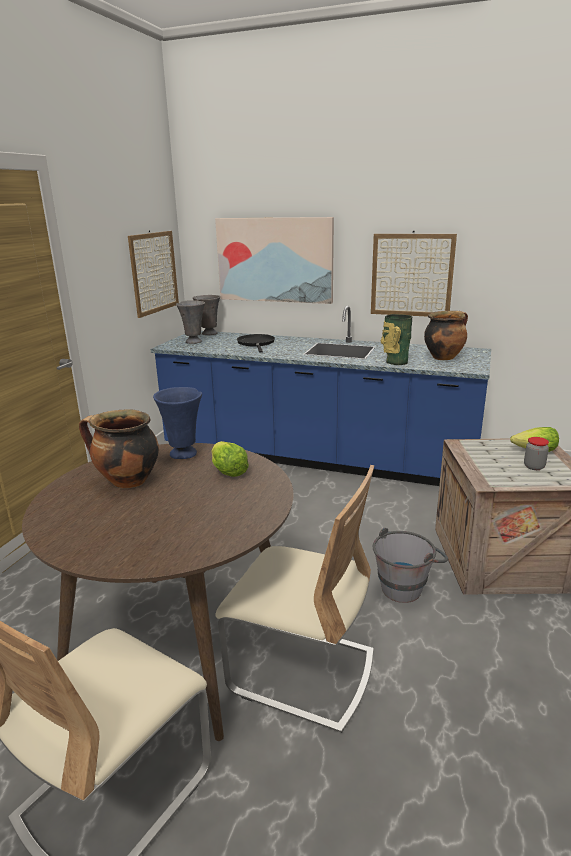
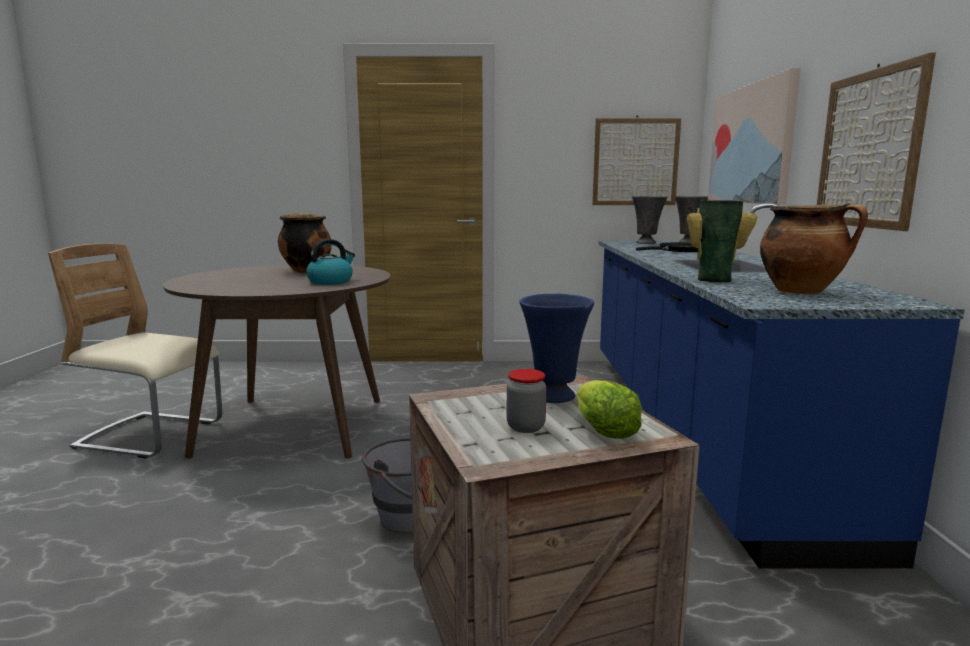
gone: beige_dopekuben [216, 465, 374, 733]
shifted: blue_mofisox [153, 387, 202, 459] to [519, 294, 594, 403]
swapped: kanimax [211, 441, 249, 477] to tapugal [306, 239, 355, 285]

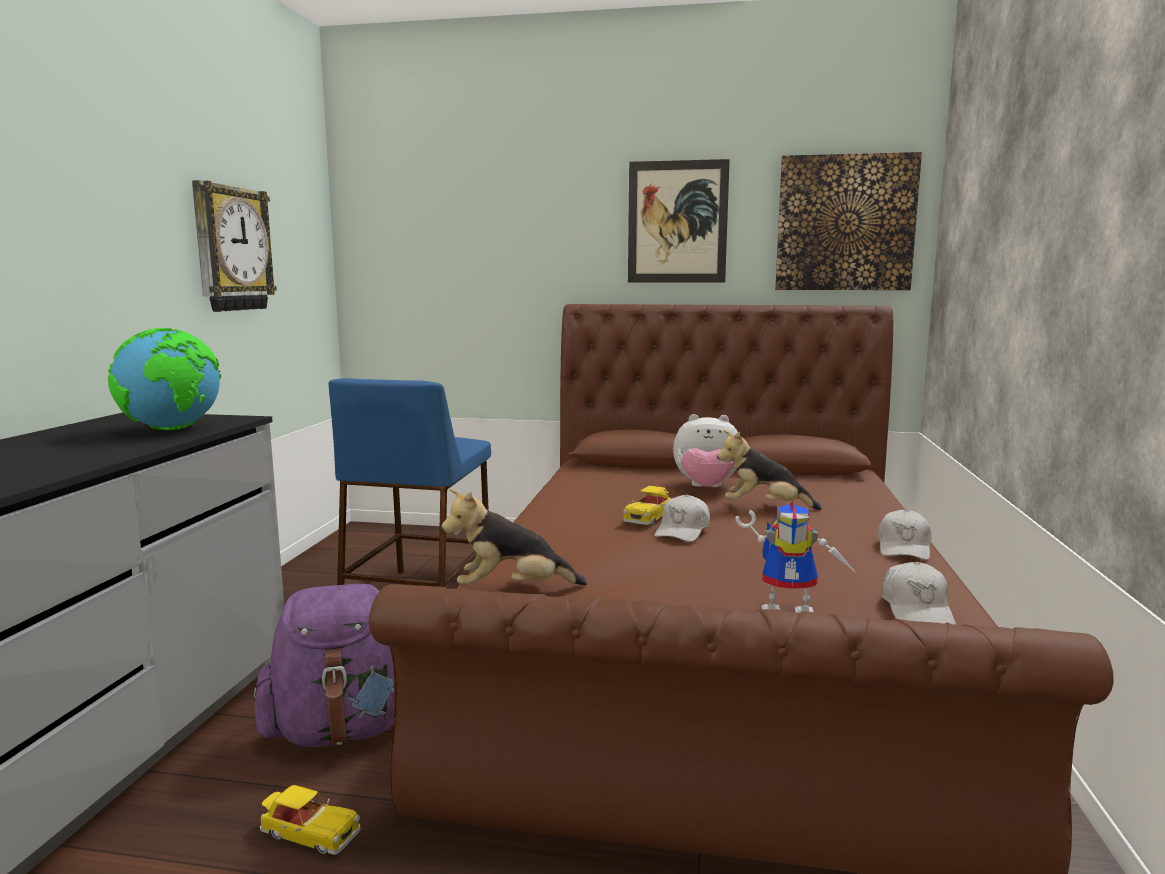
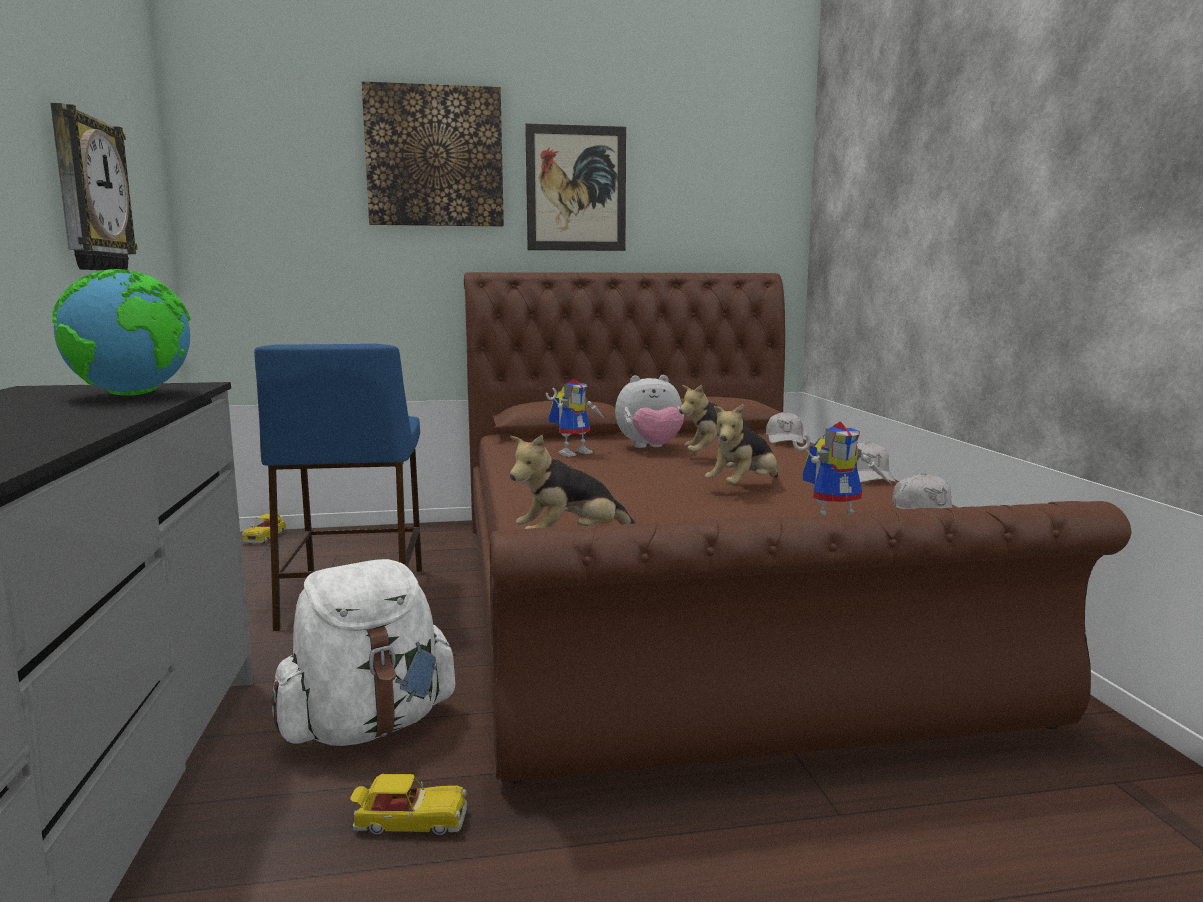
new: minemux [546, 379, 606, 457]; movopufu [705, 403, 778, 485]
shifted: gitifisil [623, 486, 671, 525] to [242, 513, 287, 543]; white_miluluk [654, 494, 710, 542] to [766, 411, 804, 444]; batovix [775, 152, 922, 290] to [362, 81, 504, 226]
repainted: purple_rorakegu [253, 584, 394, 747] to white_rorakegu [271, 559, 456, 746]

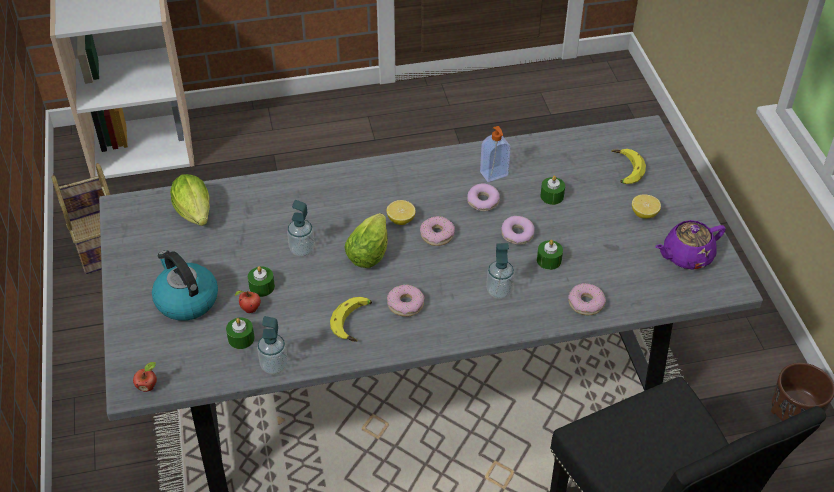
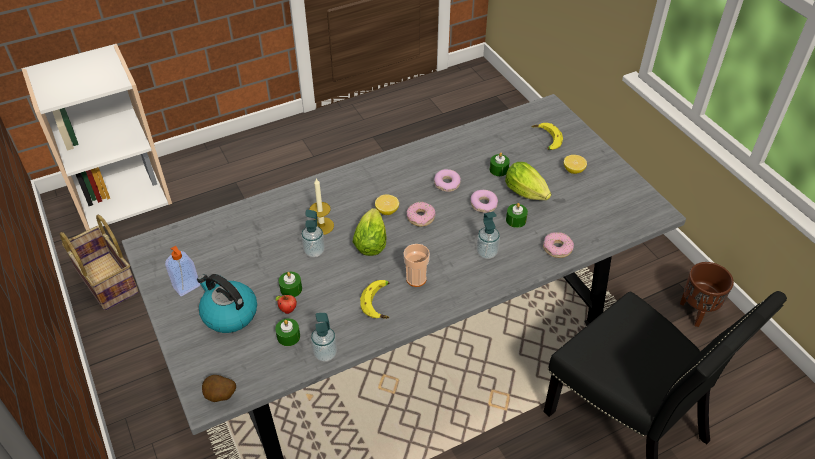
gone: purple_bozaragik [655, 220, 726, 270]
new: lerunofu [309, 178, 334, 235]
shifted: kanimax [170, 174, 210, 226] to [505, 162, 551, 200]; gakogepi [480, 126, 511, 182] to [165, 246, 200, 296]
swapped: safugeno [133, 362, 157, 392] to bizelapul [202, 375, 236, 402]; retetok [387, 284, 425, 317] to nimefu [404, 244, 430, 287]

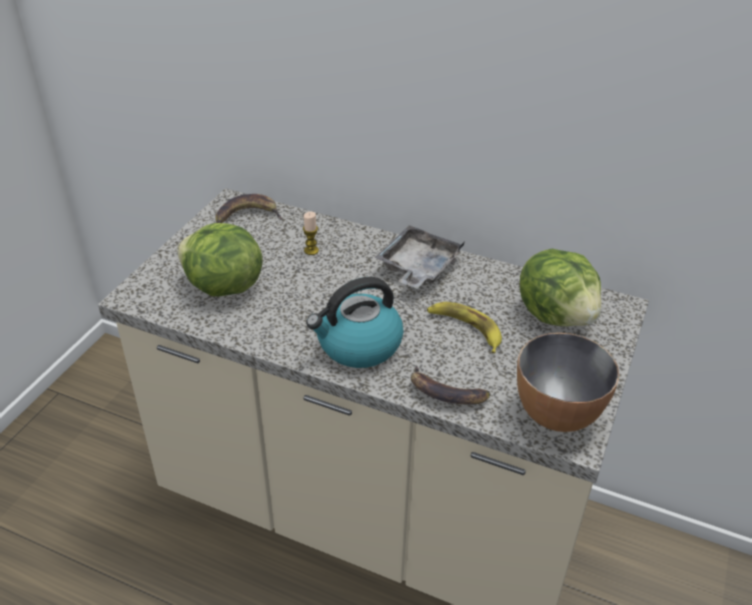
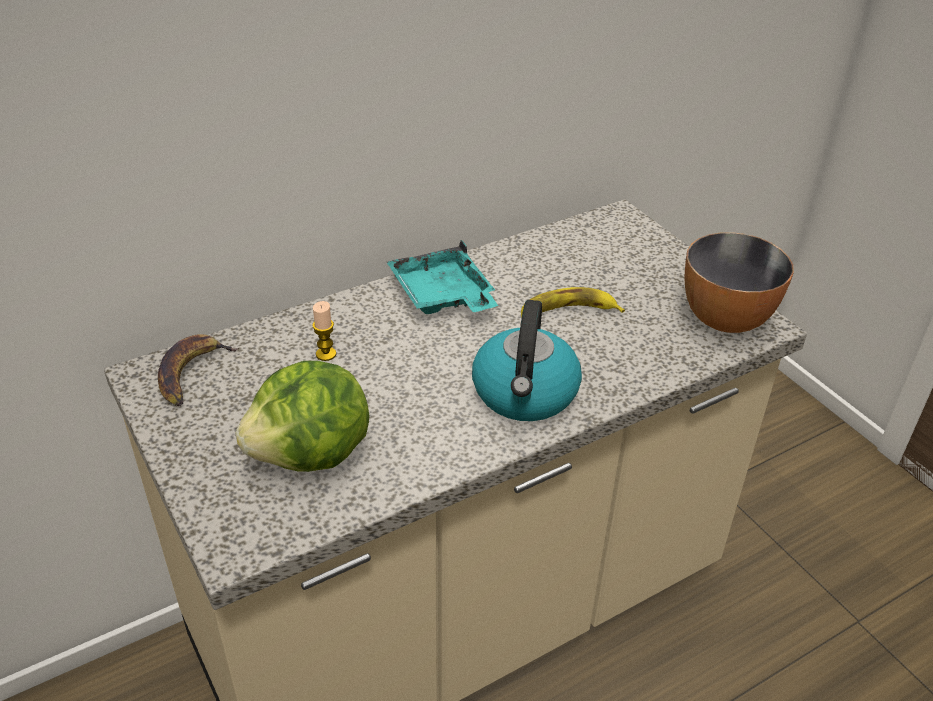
gone: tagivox [411, 365, 491, 404]; kanimax [520, 249, 601, 326]
repainted: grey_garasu [374, 225, 464, 289] to turquoise_garasu [387, 240, 499, 314]

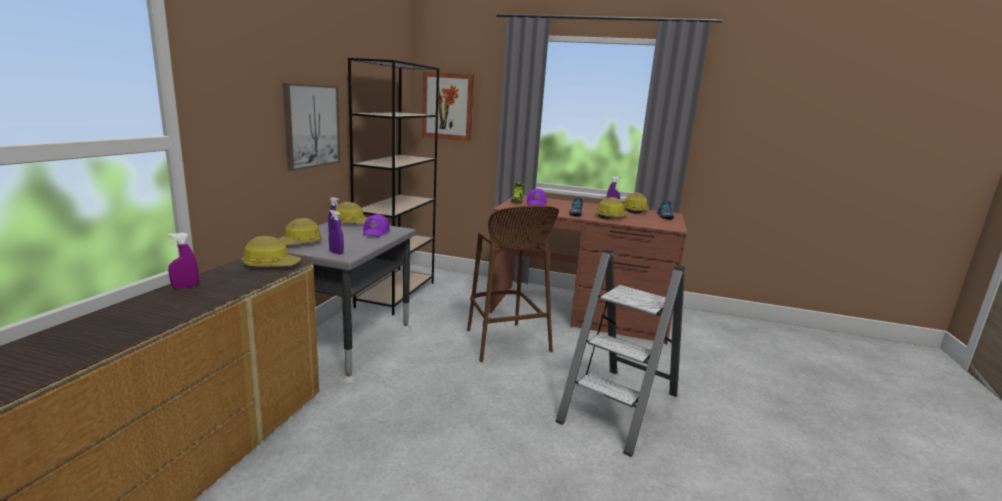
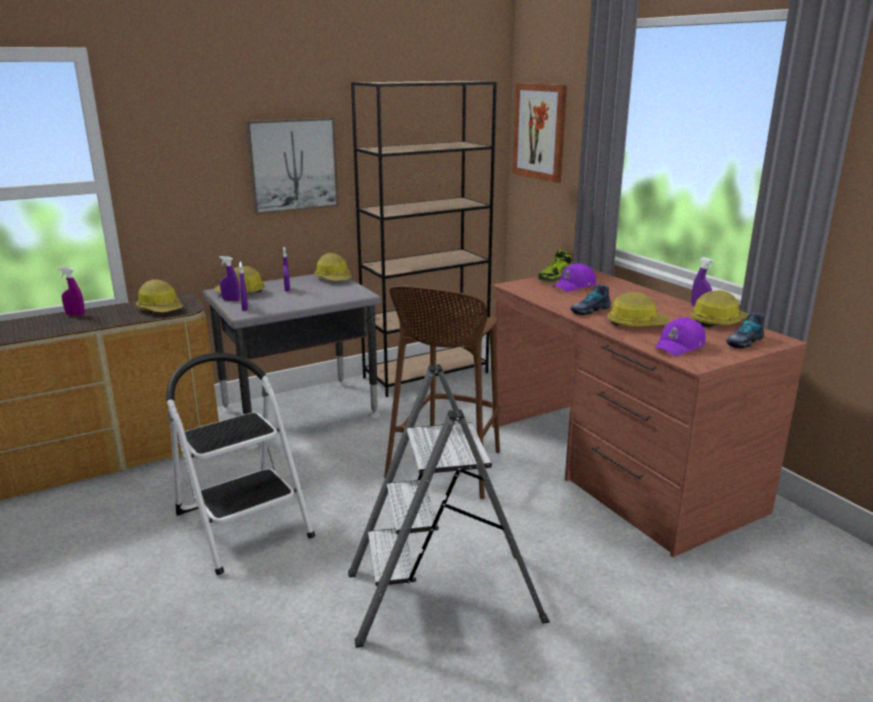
new: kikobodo [166, 353, 315, 575]; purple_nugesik [219, 256, 240, 301]
shifted: purple_miluluk [363, 214, 390, 237] to [654, 318, 705, 356]

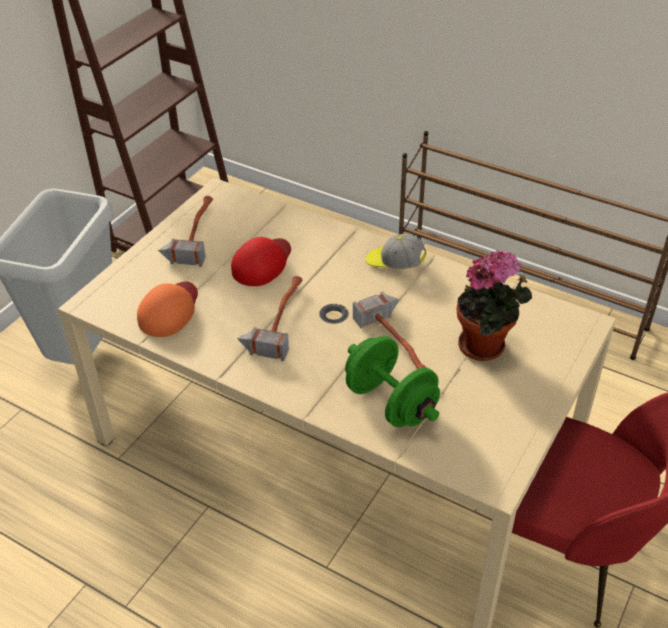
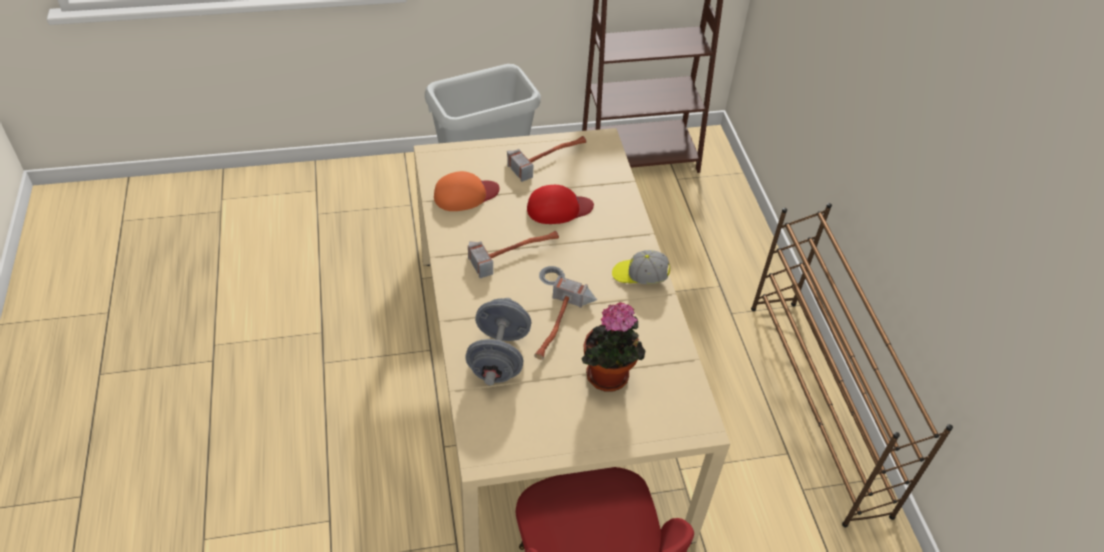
repainted: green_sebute [345, 336, 440, 427] to grey_sebute [465, 298, 531, 385]
rotated: miluluk [365, 234, 426, 269] = [612, 250, 670, 284] 60 degrees counterclockwise

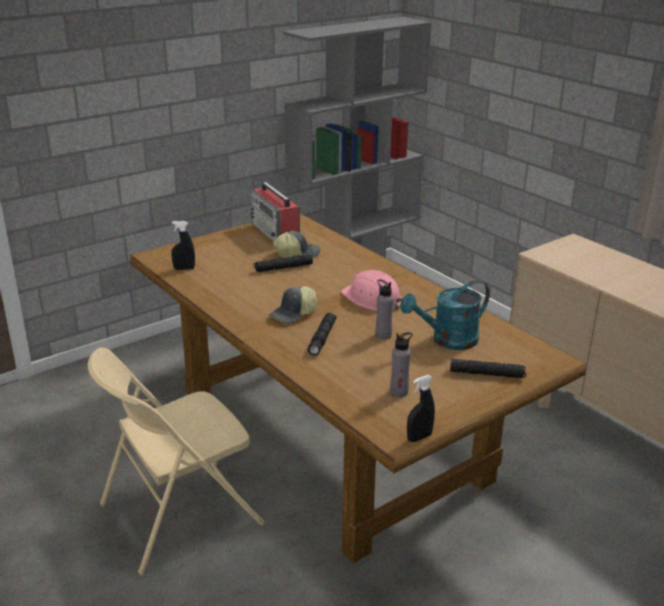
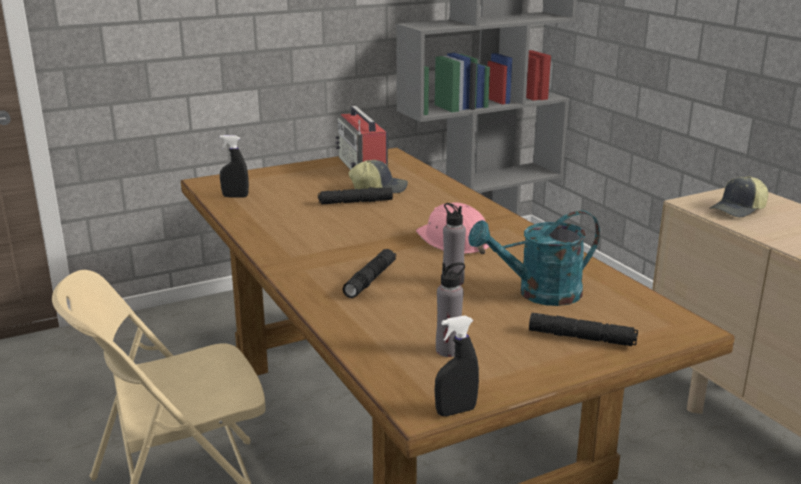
shifted: miluluk [269, 286, 317, 324] to [709, 176, 768, 218]

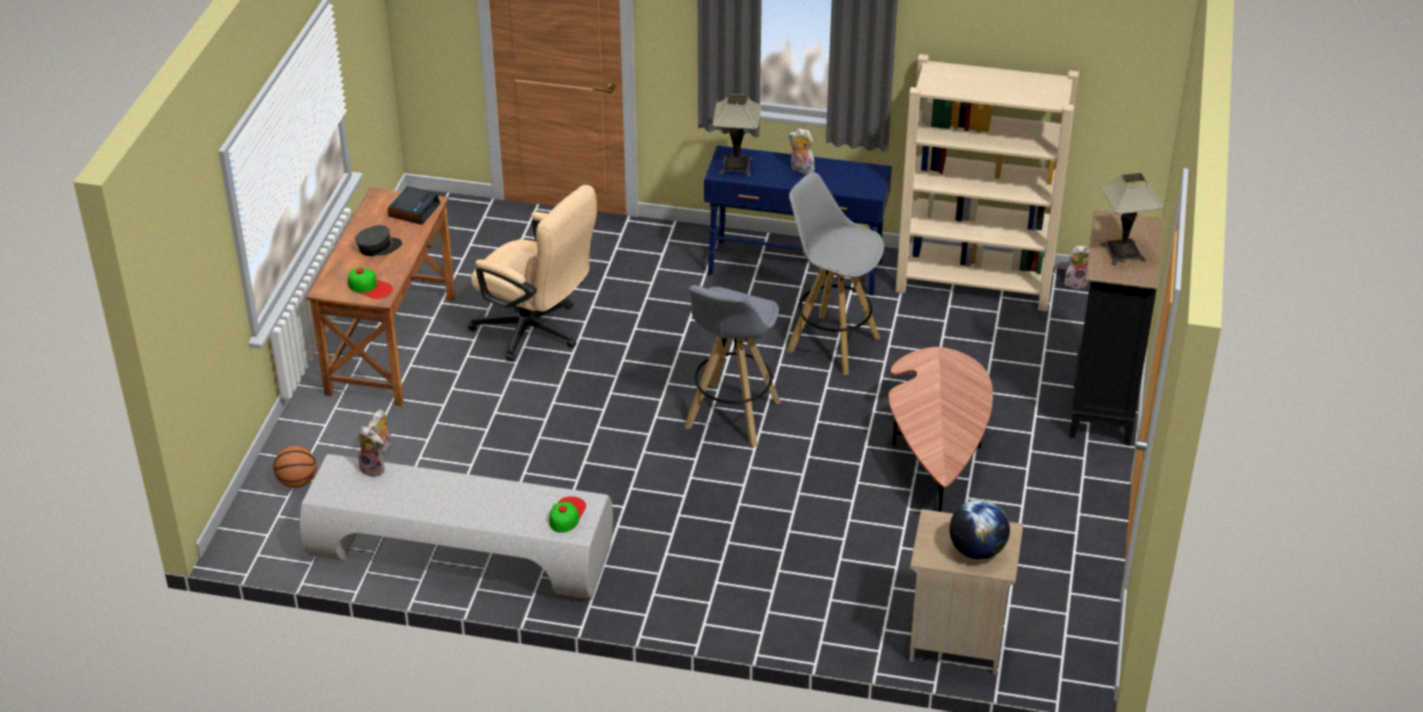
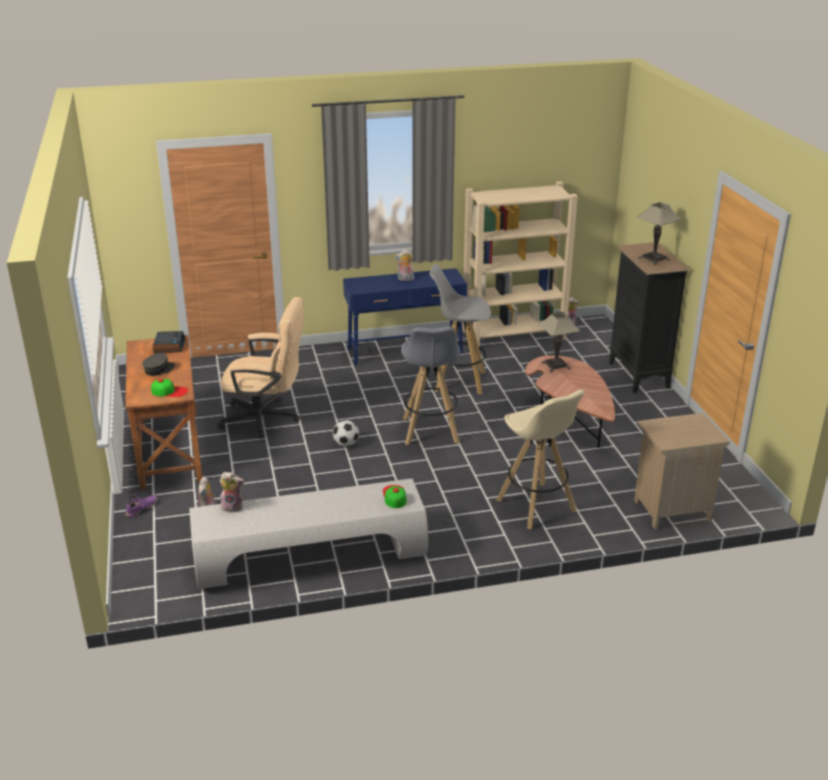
gone: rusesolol [273, 446, 316, 488]; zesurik [949, 499, 1010, 560]
new: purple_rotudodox [125, 493, 157, 518]; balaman [333, 420, 359, 447]; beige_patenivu [496, 389, 585, 529]
shifted: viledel [712, 94, 761, 176] to [538, 312, 580, 372]

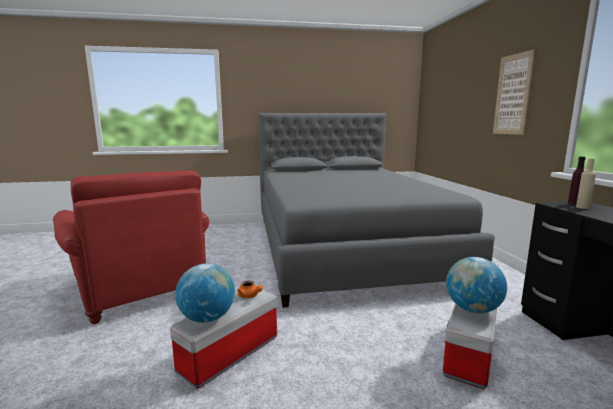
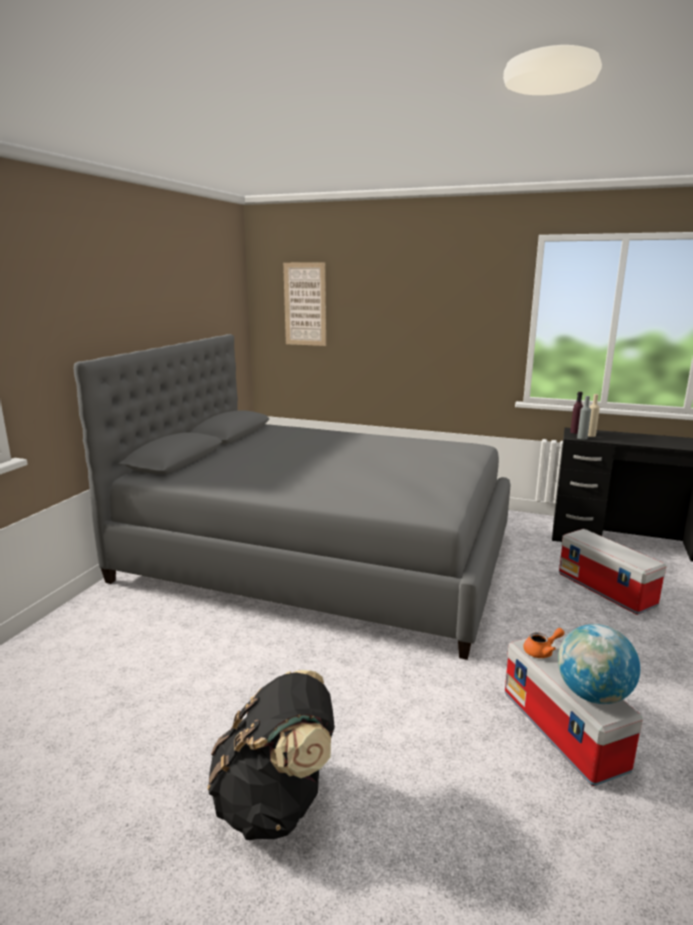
gone: zesurik [446, 257, 507, 313]
new: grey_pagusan [577, 396, 591, 440]
shifted: batovix [493, 49, 535, 135] to [283, 262, 326, 346]
swapped: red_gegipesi [53, 170, 209, 324] to black_rorakegu [208, 670, 335, 840]

